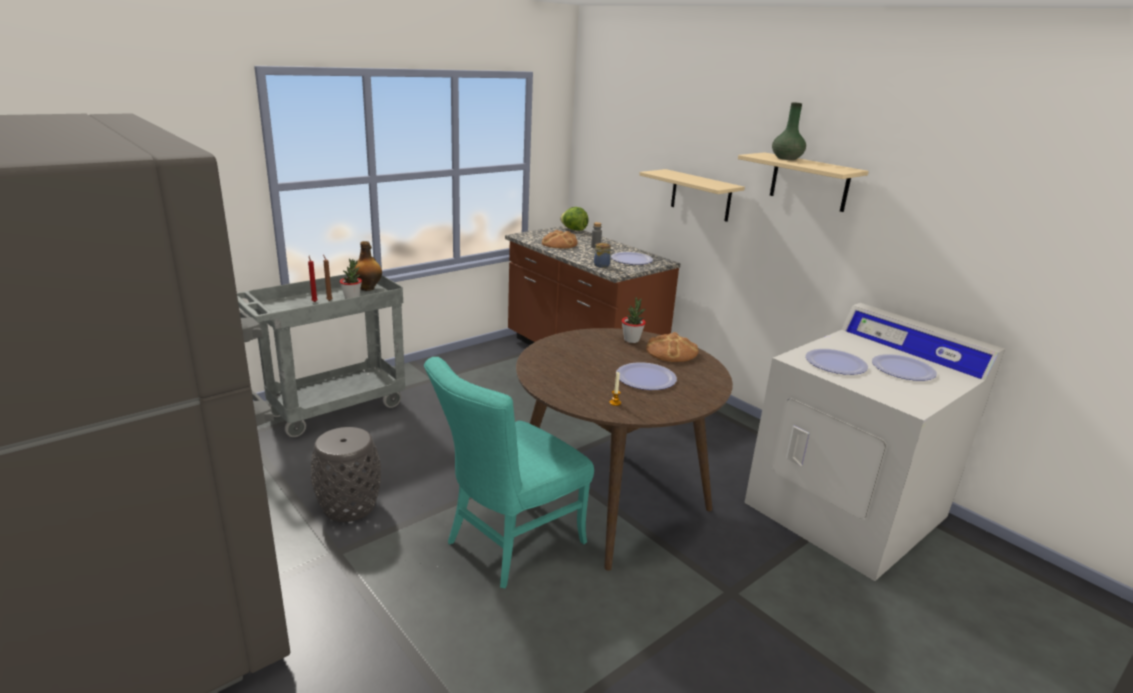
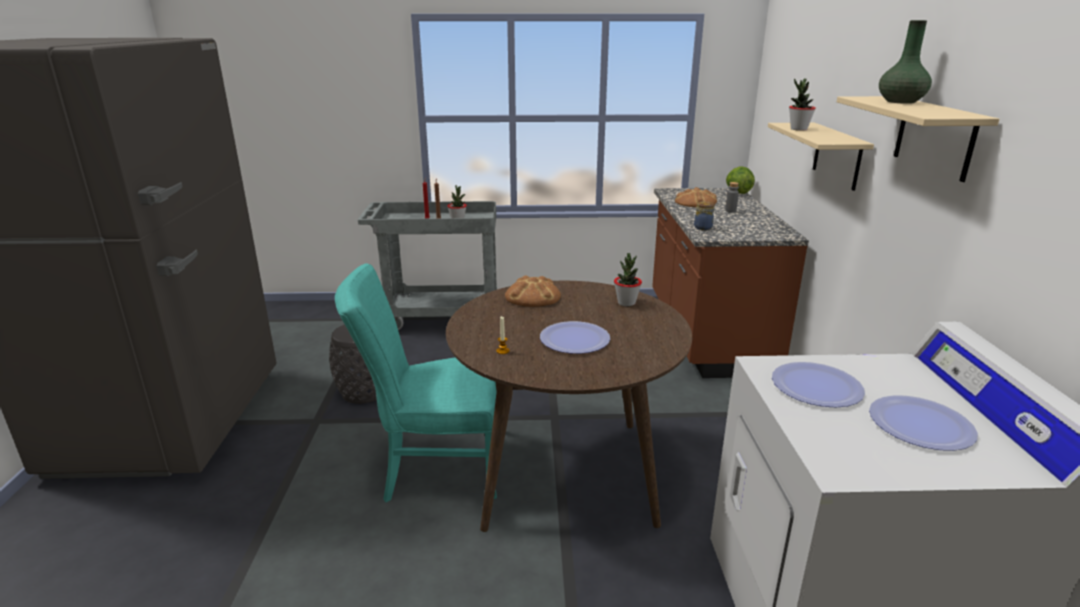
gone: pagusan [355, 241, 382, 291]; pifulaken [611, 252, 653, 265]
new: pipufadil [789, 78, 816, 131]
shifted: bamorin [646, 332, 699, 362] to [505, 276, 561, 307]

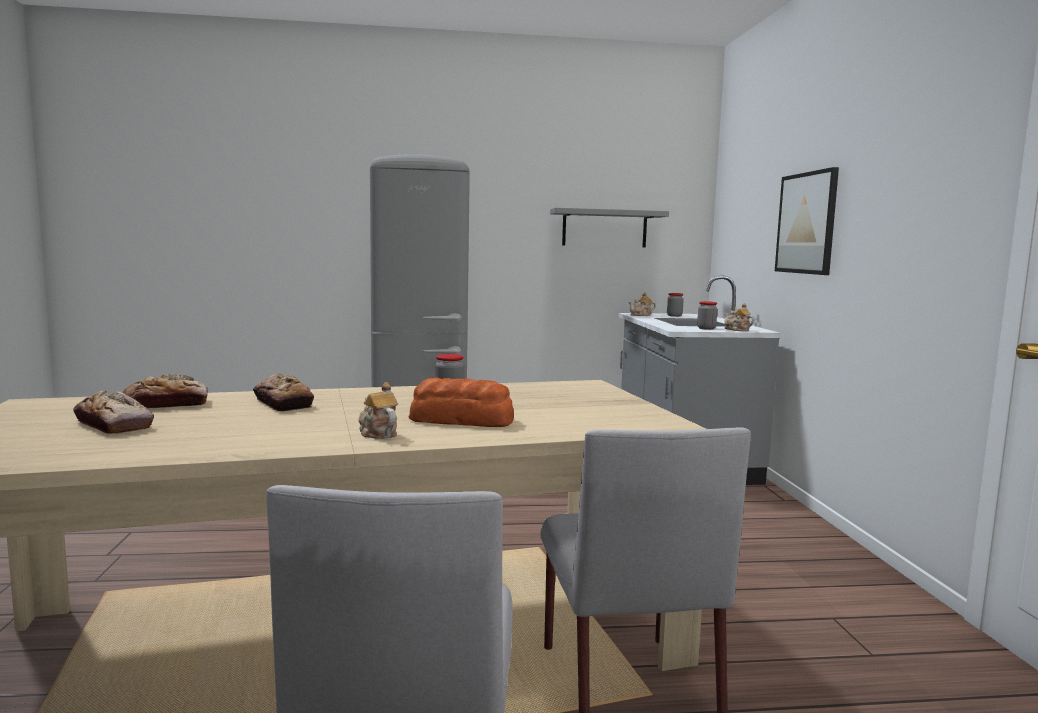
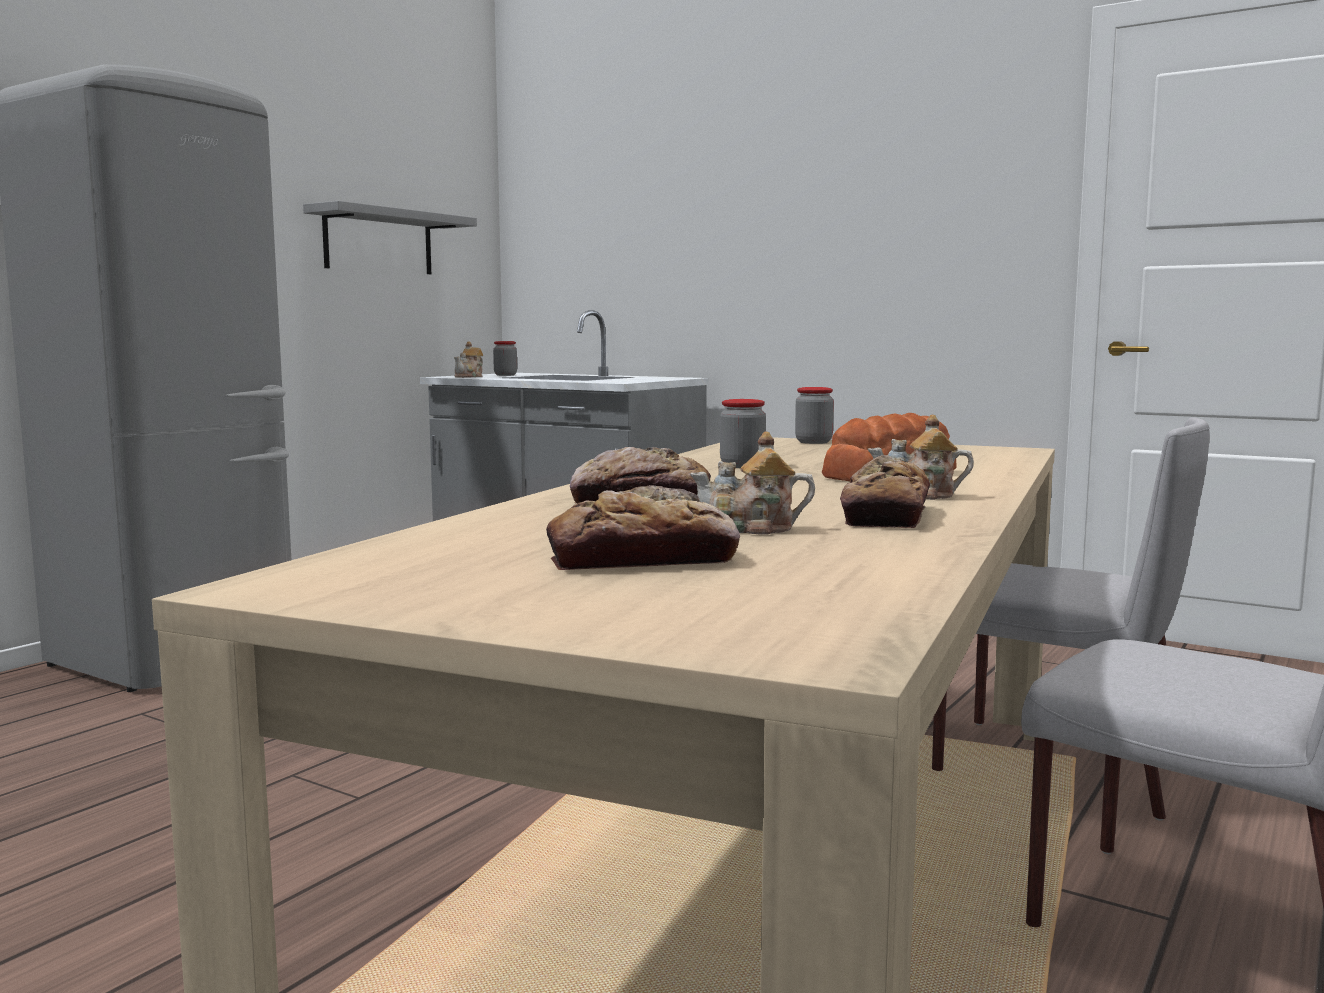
gone: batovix [775, 167, 839, 275]
shifted: bamorin [123, 374, 208, 409] to [840, 455, 930, 528]; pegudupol [697, 301, 717, 330] to [795, 387, 834, 444]; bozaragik [724, 303, 755, 331] to [690, 431, 815, 535]

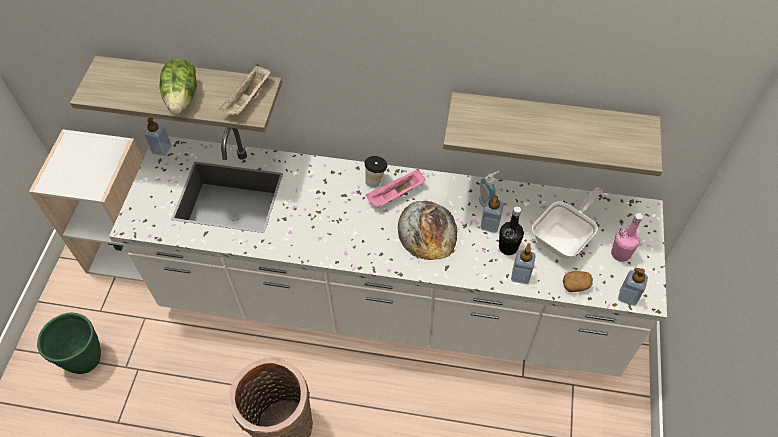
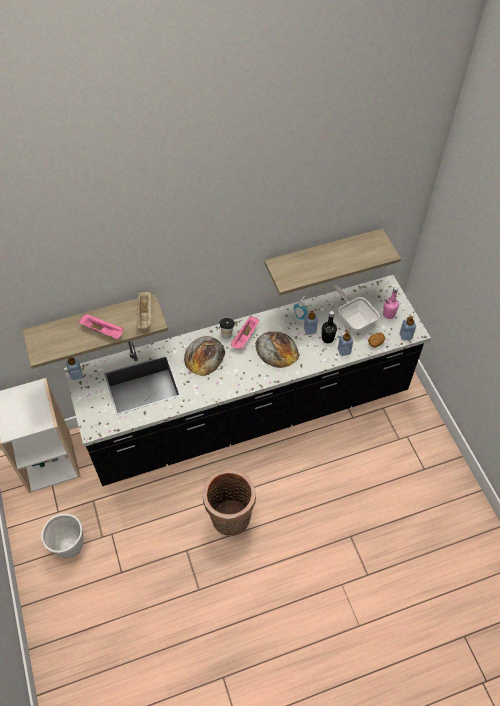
new: bamorin [184, 336, 225, 376]
swapped: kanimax [159, 58, 197, 114] to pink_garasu [79, 314, 123, 339]
repainted: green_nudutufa [37, 313, 101, 374] to white_nudutufa [41, 514, 84, 558]; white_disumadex [109, 127, 667, 377] to black_disumadex [64, 275, 431, 486]
rotated: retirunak [532, 188, 603, 259] = [334, 286, 380, 332] 45 degrees counterclockwise

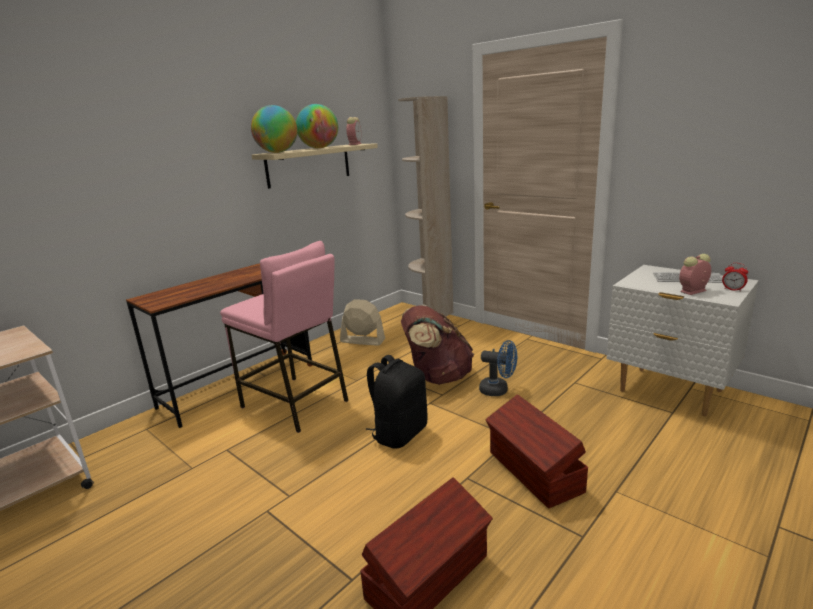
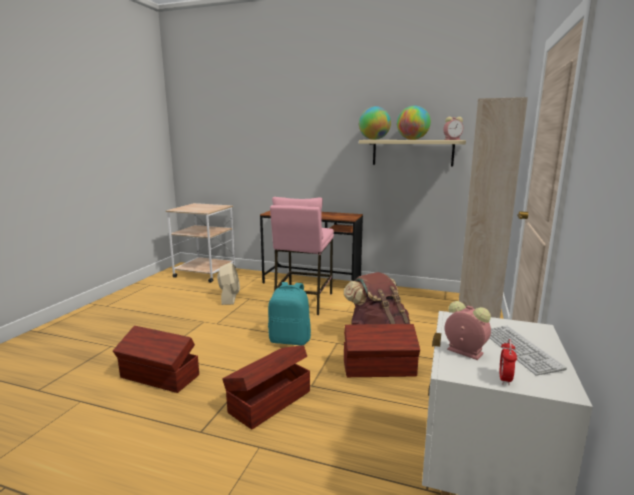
shifted: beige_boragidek [340, 299, 385, 346] to [217, 263, 240, 305]
swapped: blue_boragidek [479, 340, 517, 396] to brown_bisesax [344, 324, 420, 377]
repainted: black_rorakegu [365, 355, 427, 448] to turquoise_rorakegu [268, 282, 311, 345]

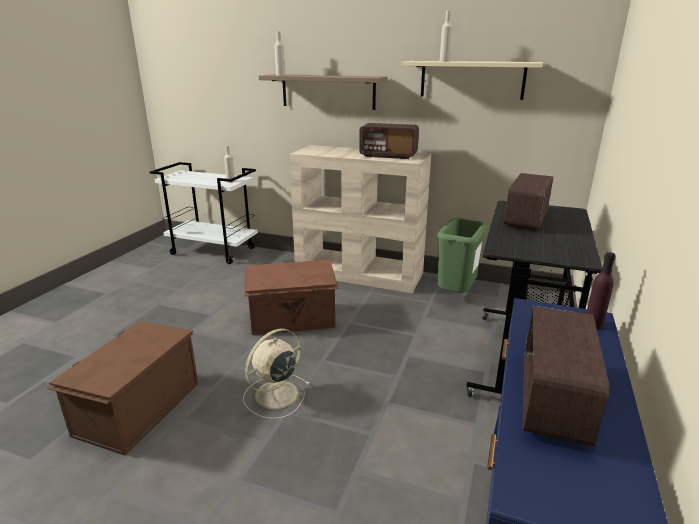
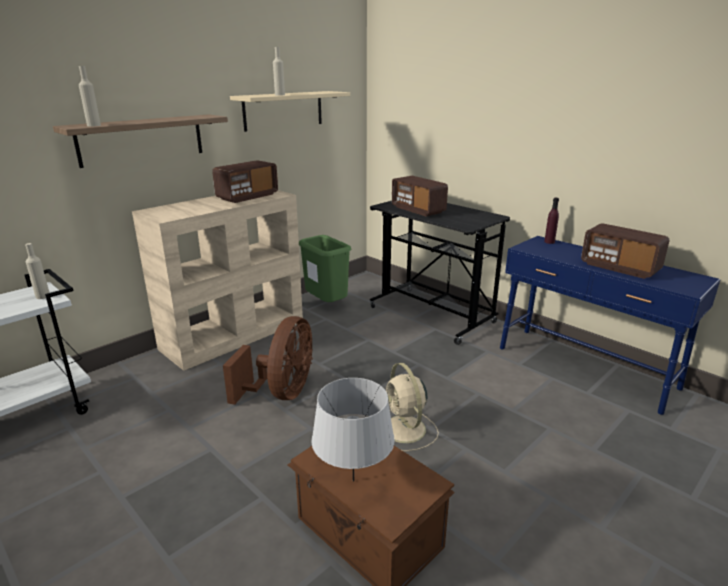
new: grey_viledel [311, 378, 395, 482]
swapped: brown_bisesax [244, 260, 339, 335] to brown_boragidek [223, 316, 313, 405]

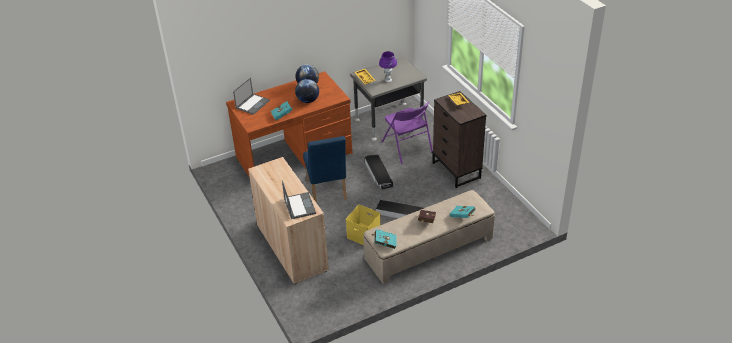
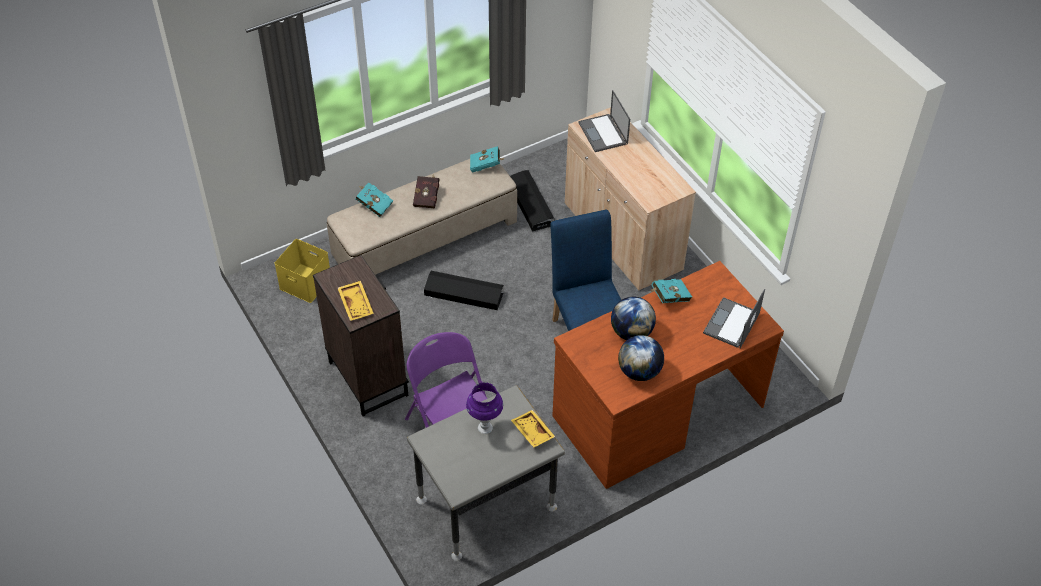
shifted: yellow_bisesax [346, 205, 381, 245] to [274, 239, 330, 303]; black_bisesax [364, 155, 393, 190] to [510, 170, 554, 232]

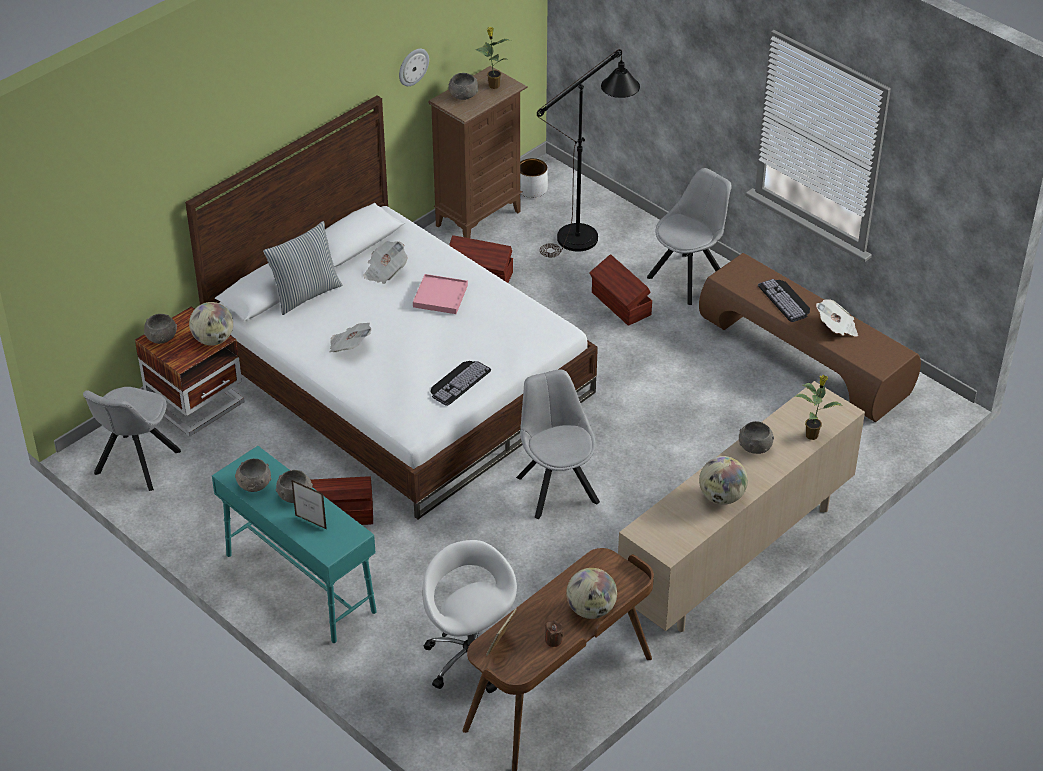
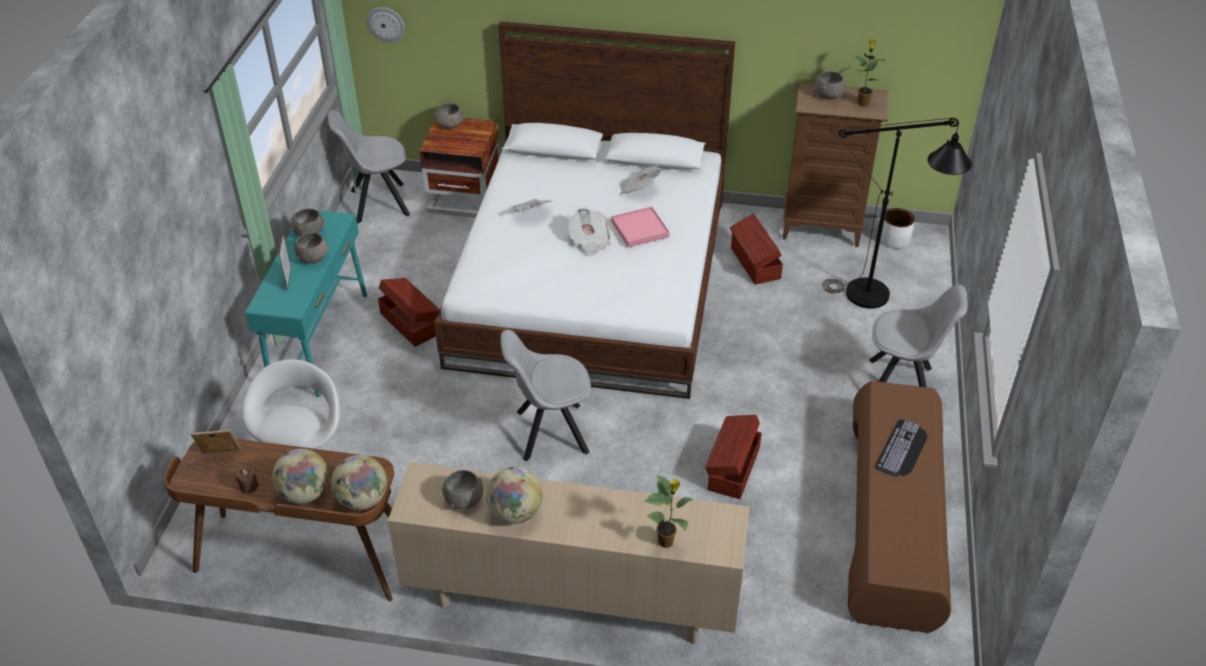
gone: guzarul [263, 221, 343, 315]; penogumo [431, 361, 491, 406]
shifted: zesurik [189, 302, 233, 346] to [331, 455, 387, 510]; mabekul [399, 49, 429, 86] to [367, 7, 405, 42]; brown_bisesax [589, 254, 652, 326] to [705, 415, 762, 499]; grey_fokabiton [739, 421, 774, 454] to [441, 470, 483, 510]; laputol [816, 299, 858, 337] to [568, 207, 611, 256]
rotated: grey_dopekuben [516, 369, 600, 519] = [500, 330, 591, 462] 135 degrees counterclockwise

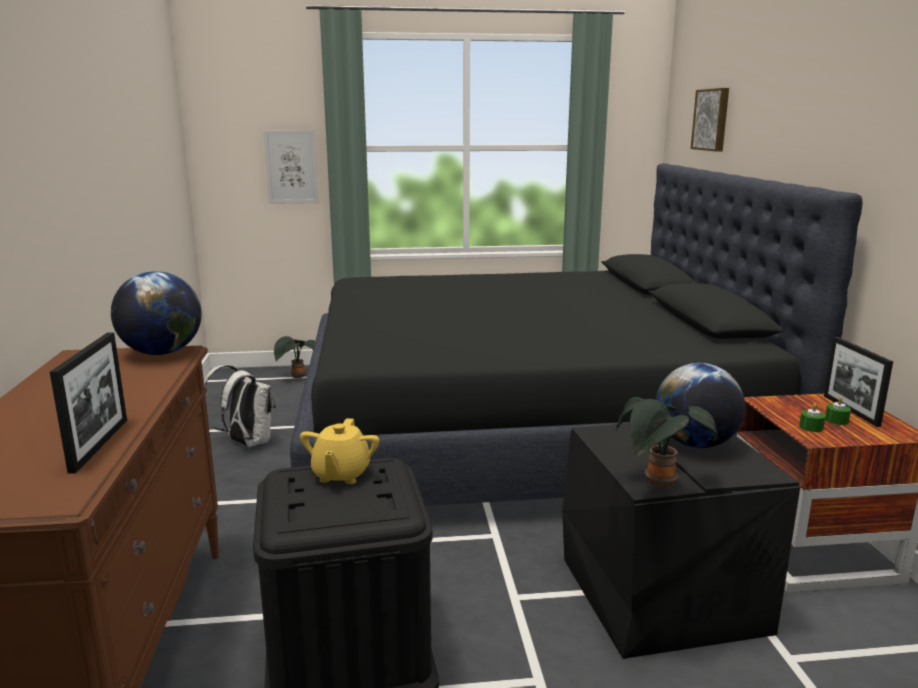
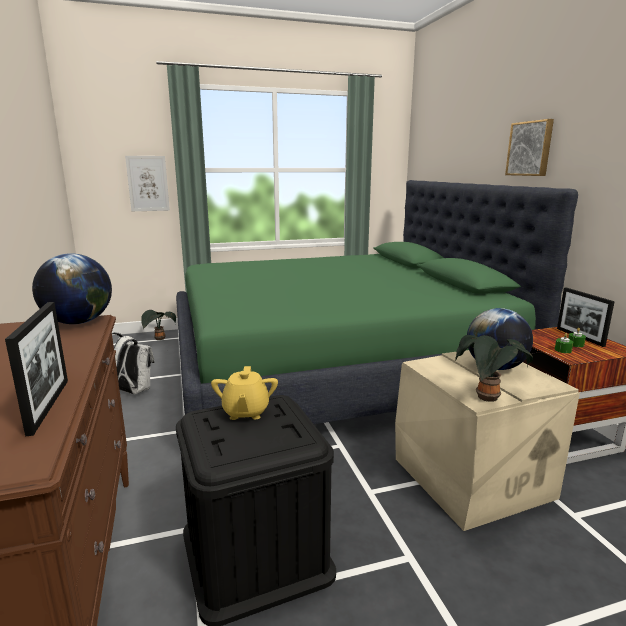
shifted: batovix [691, 88, 729, 152] to [505, 119, 554, 176]
repainted: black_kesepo [290, 163, 863, 506] to green_kesepo [176, 180, 578, 424]; black_bisesax [562, 423, 800, 659] to beige_bisesax [395, 350, 580, 531]

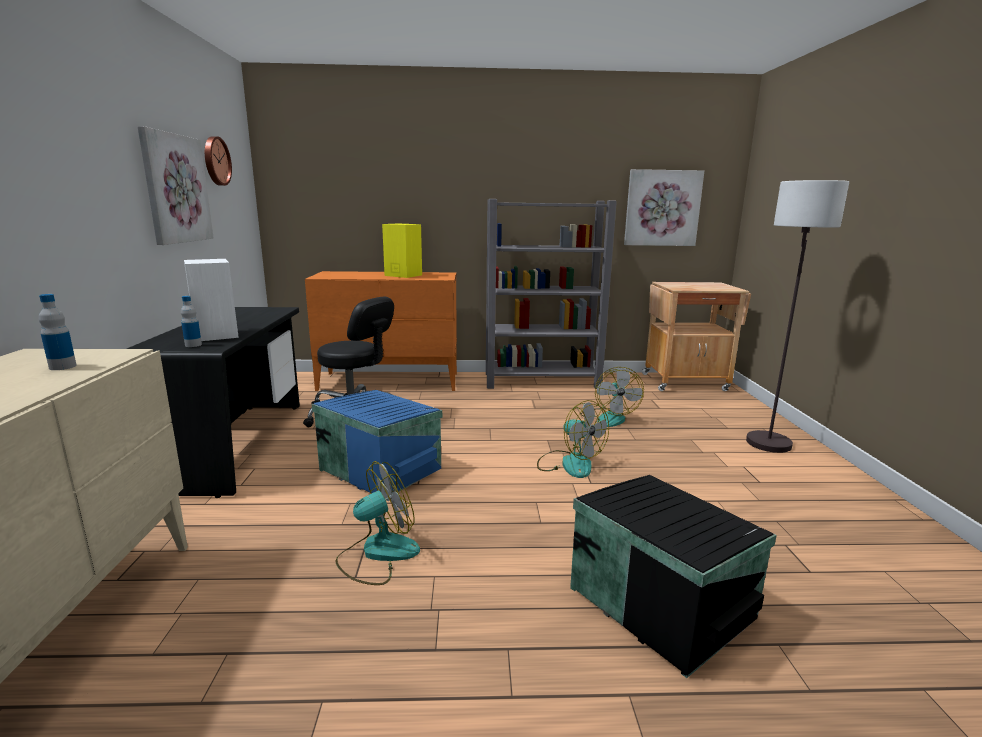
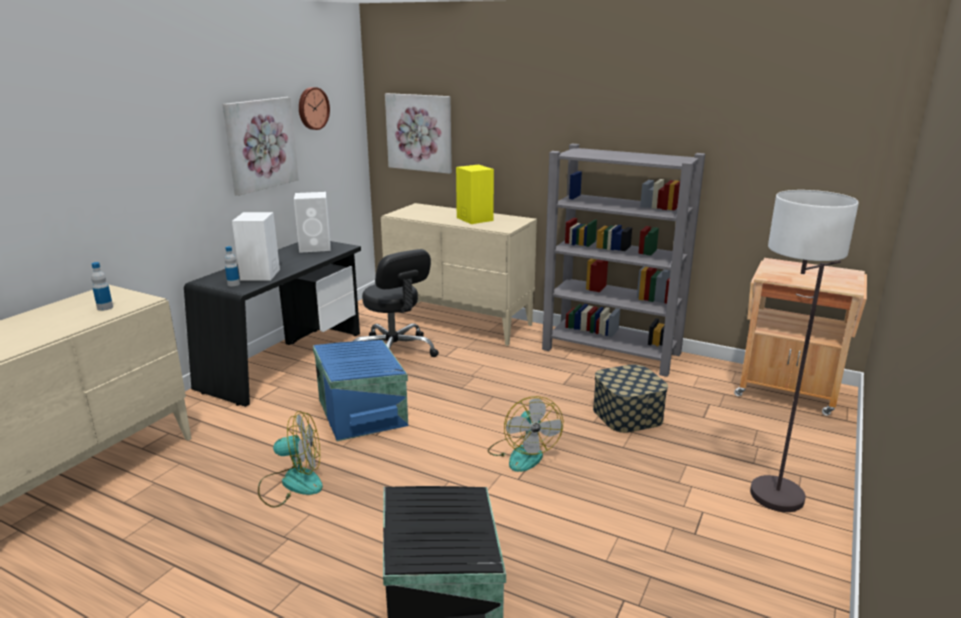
new: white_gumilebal [294, 192, 331, 253]
shifted: batovix [624, 169, 704, 246] to [385, 93, 452, 174]
swapped: boragidek [581, 367, 644, 427] to bisesax [593, 365, 668, 433]
repainted: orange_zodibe [305, 271, 457, 391] to beige_zodibe [381, 203, 537, 346]

